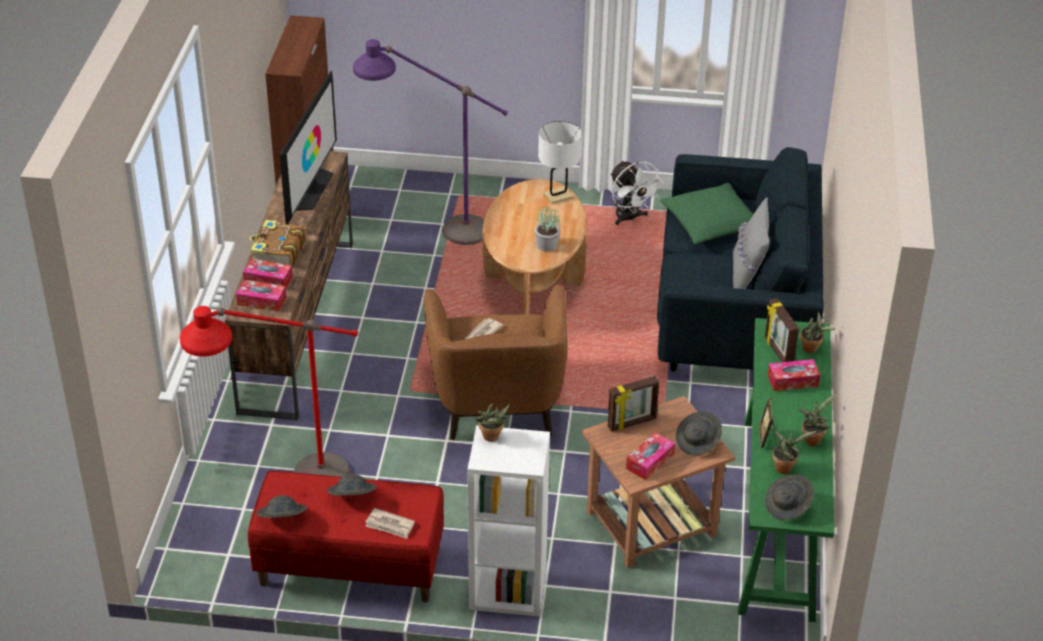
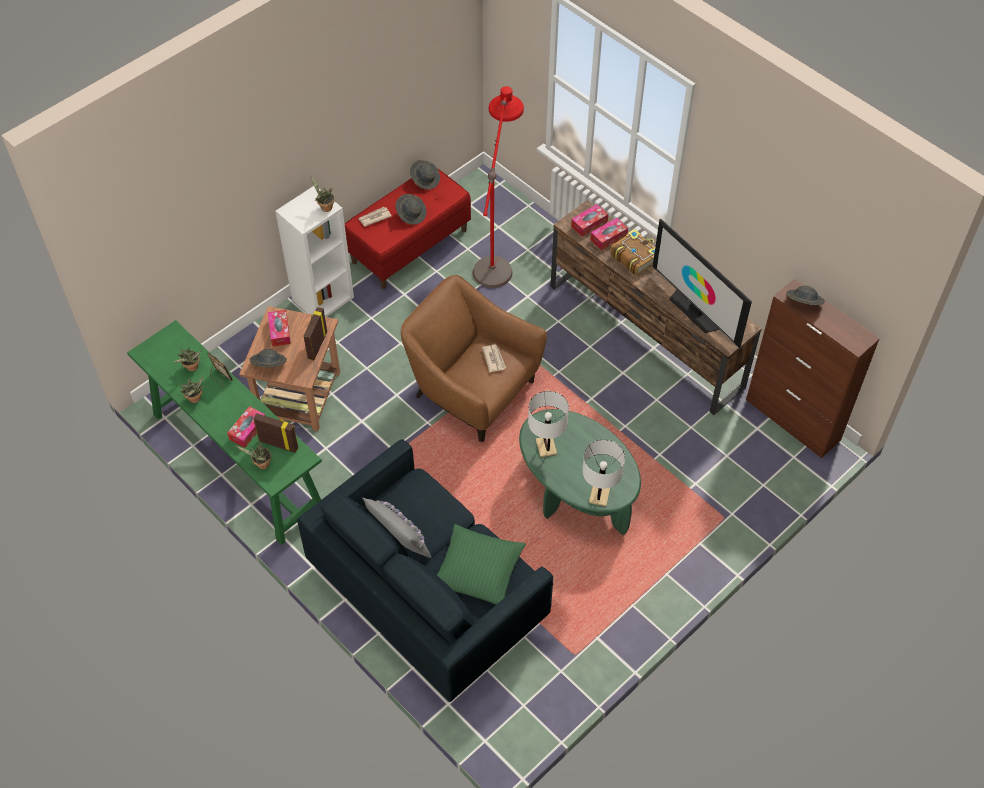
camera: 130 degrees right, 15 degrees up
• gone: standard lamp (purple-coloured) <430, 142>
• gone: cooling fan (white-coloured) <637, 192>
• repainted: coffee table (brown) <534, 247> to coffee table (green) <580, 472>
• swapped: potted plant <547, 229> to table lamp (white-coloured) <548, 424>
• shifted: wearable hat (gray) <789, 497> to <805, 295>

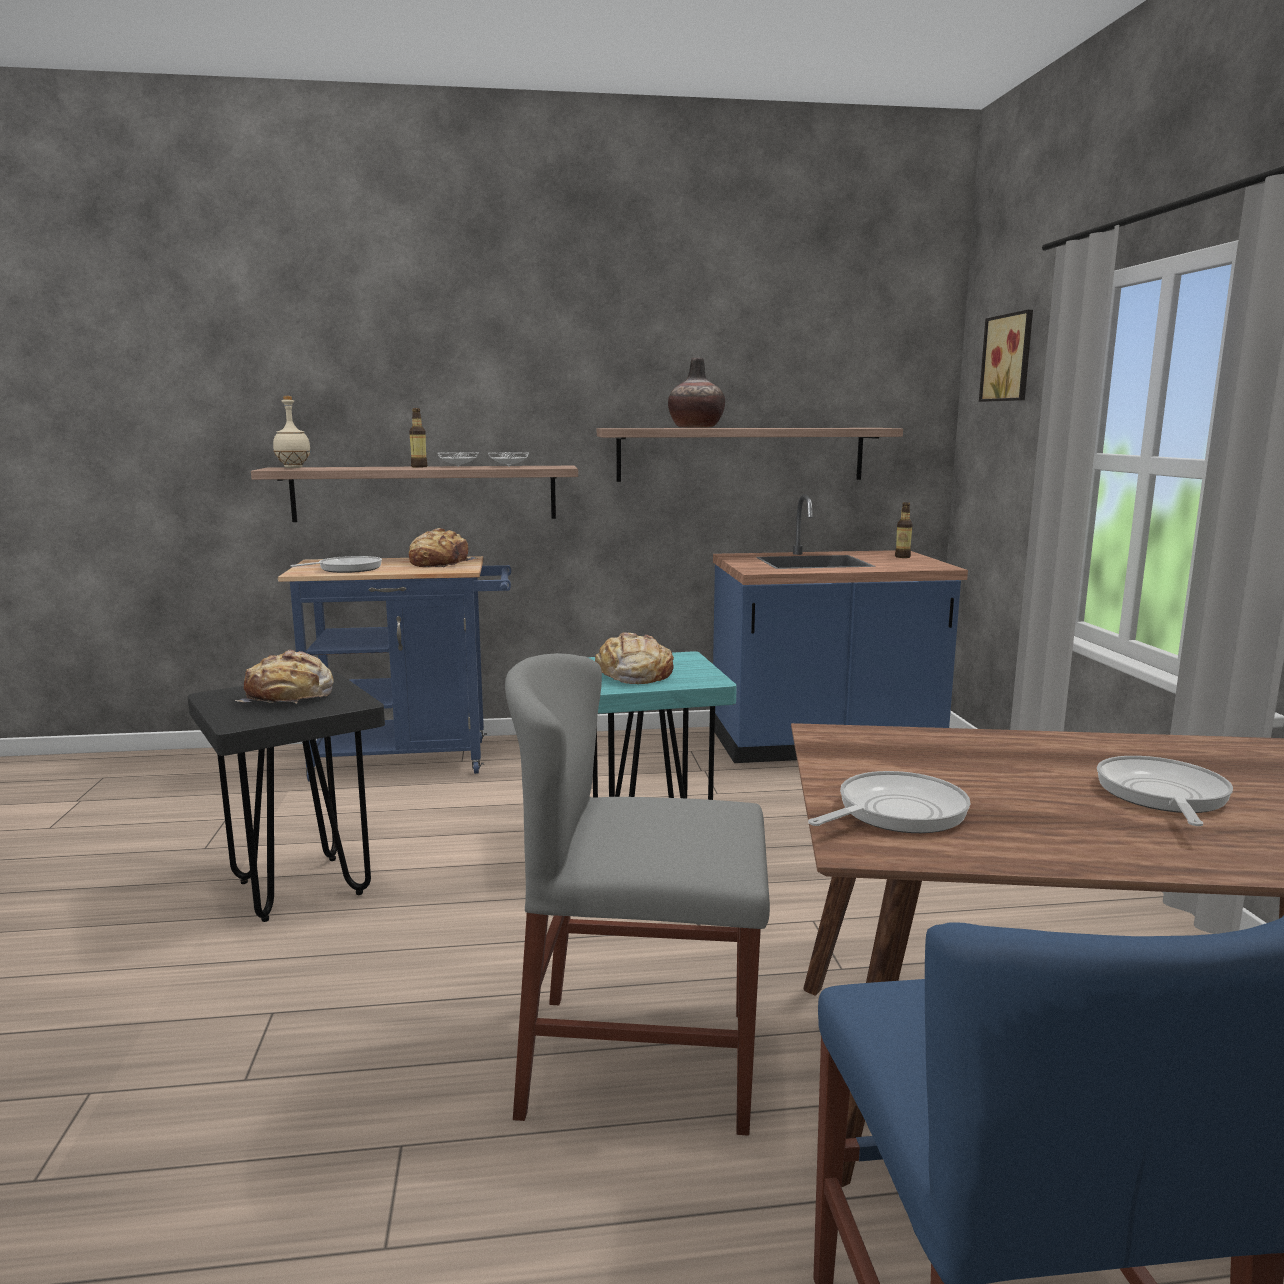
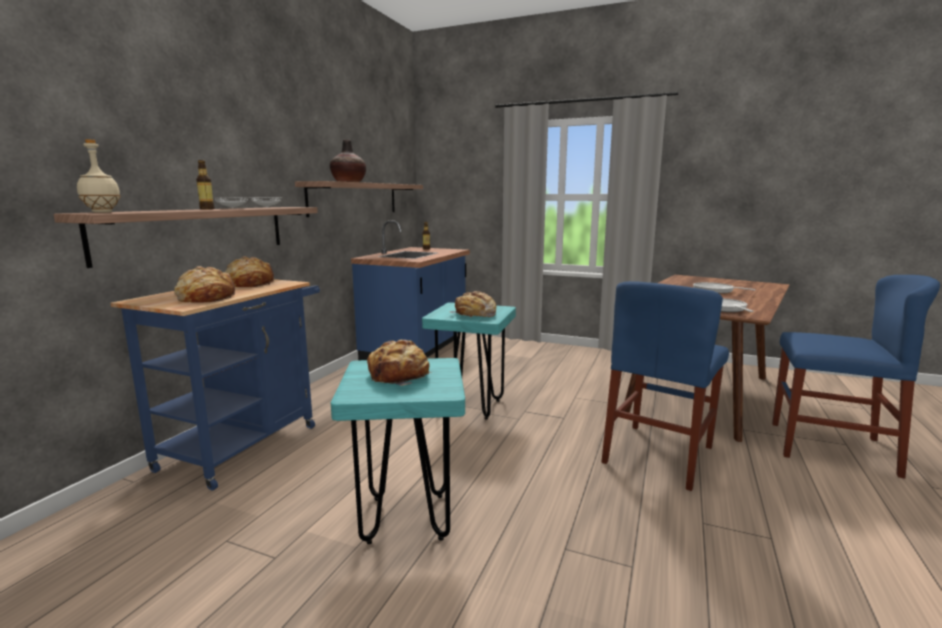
camera: 60 degrees left, 0 degrees up
• gone: picture <1006, 356>
• swapped: skillet <336, 564> to bread <205, 284>
• repainted: upright chair (gray) <637, 894> to upright chair (bluish) <665, 386>
• repainted: stool (black-coloured) <286, 797> to stool (blue-green) <398, 451>

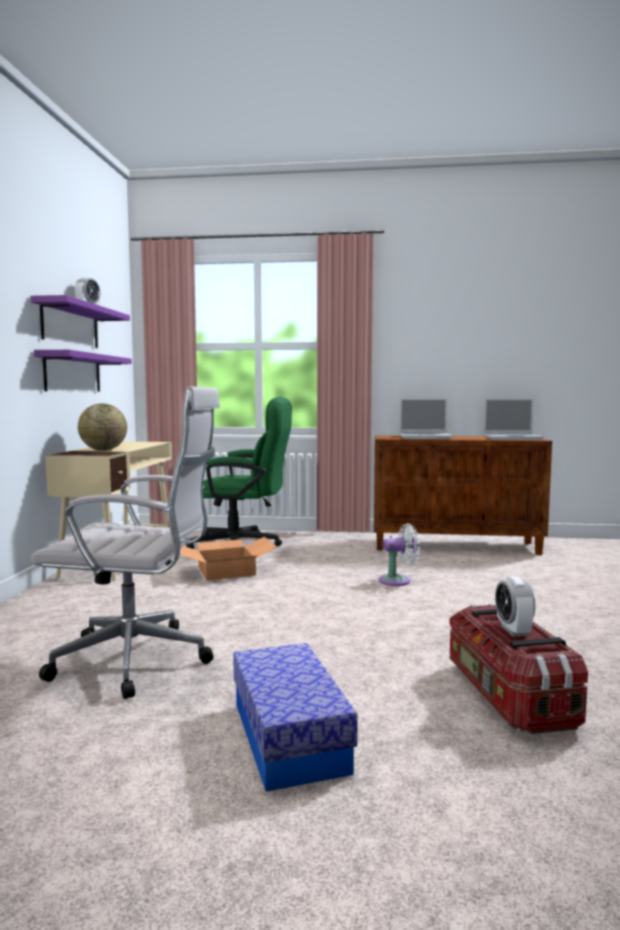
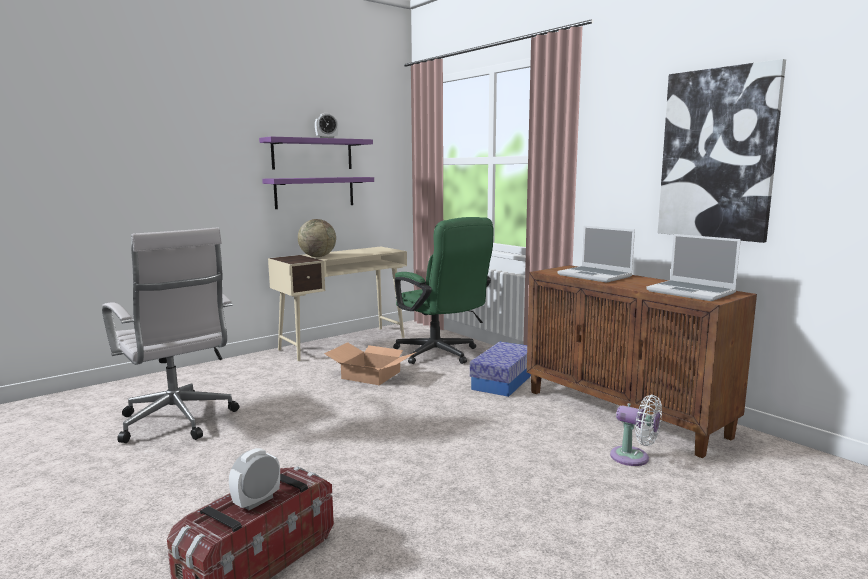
camera: 45 degrees right, 5 degrees up
• shifted: cooling fan (white-coloured) <399, 554> to <636, 430>
• shifted: storage bin <295, 717> to <500, 369>
• new: picture <722, 151>

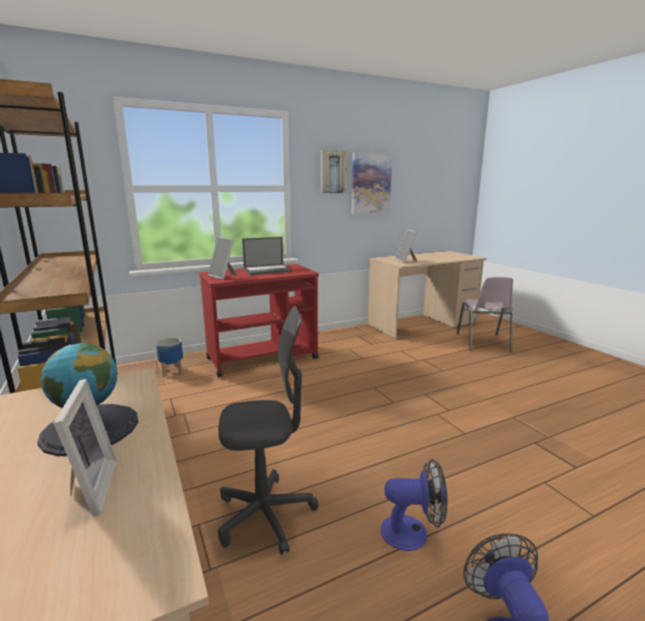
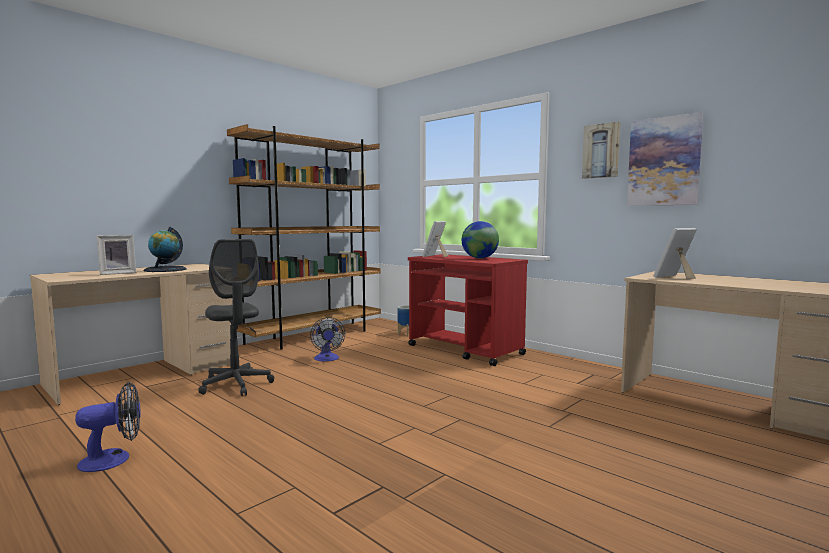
camera: 70 degrees right, 10 degrees down
• swapped: portable computer <267, 256> to globe <480, 240>
• gone: upright chair (pinkish) <485, 314>
• shifted: cooling fan <414, 505> to <327, 339>

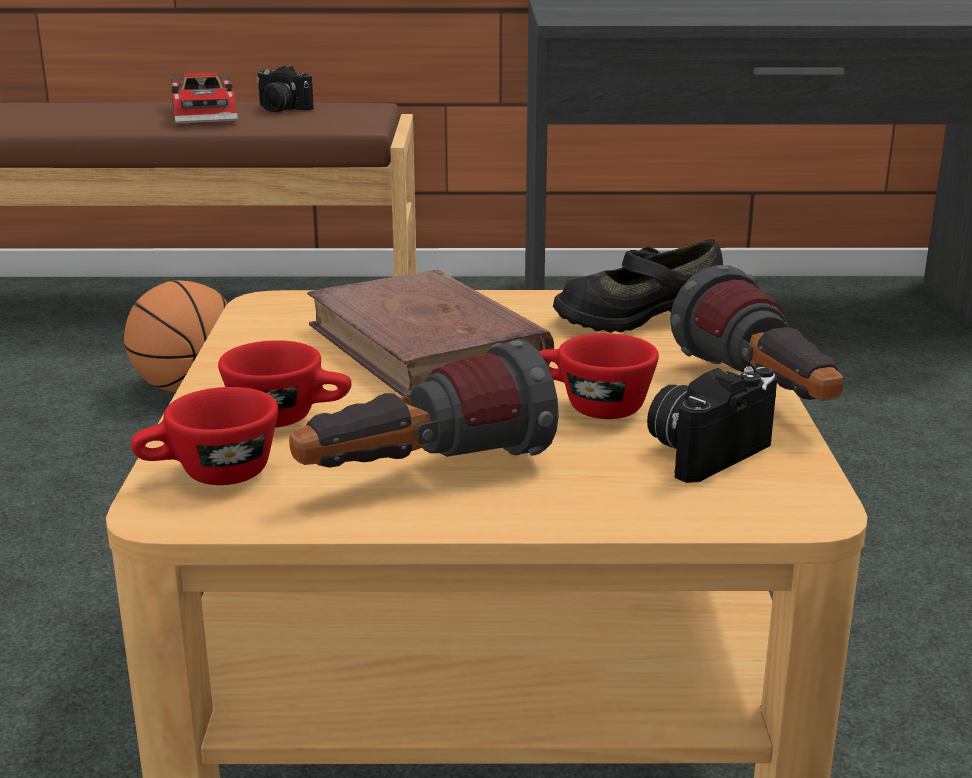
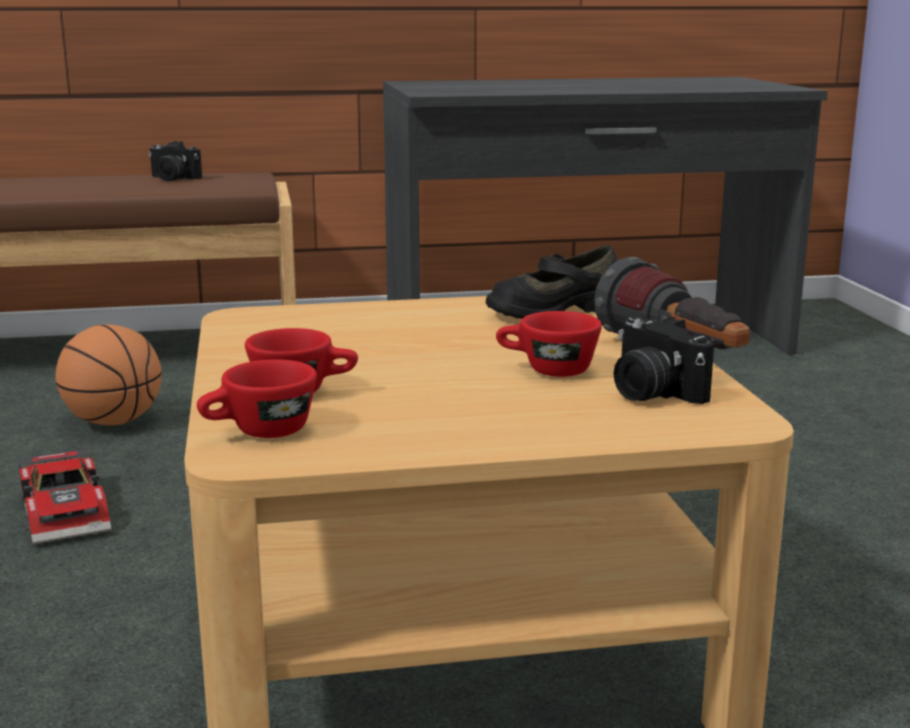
camera: 10 degrees left, 5 degrees down
• shifted: toy car <204, 98> to <64, 495>
• gone: book (brown) <430, 334>
• gone: flashlight <424, 403>
• rotated: still camera <712, 424> = <664, 360> 75 degrees counterclockwise

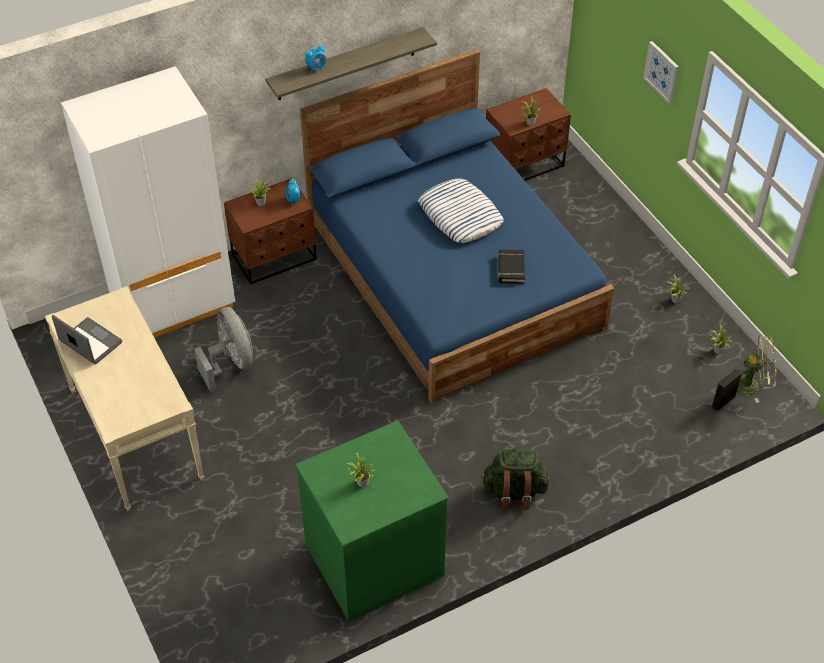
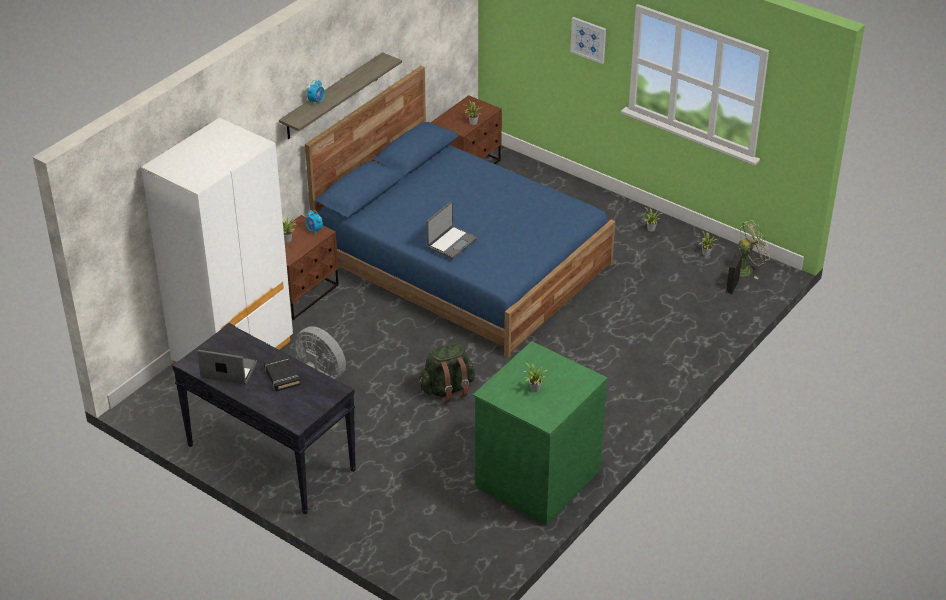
camera: 25 degrees left, 10 degrees down
• gone: cushion <461, 211>
• shifted: book (black-coloured) <511, 267> to <282, 373>
• repainted: console table (beige) <124, 398> to console table (black-coloured) <264, 419>
• shifted: knapsack (green) <515, 479> to <447, 373>
• new: portable computer <451, 230>

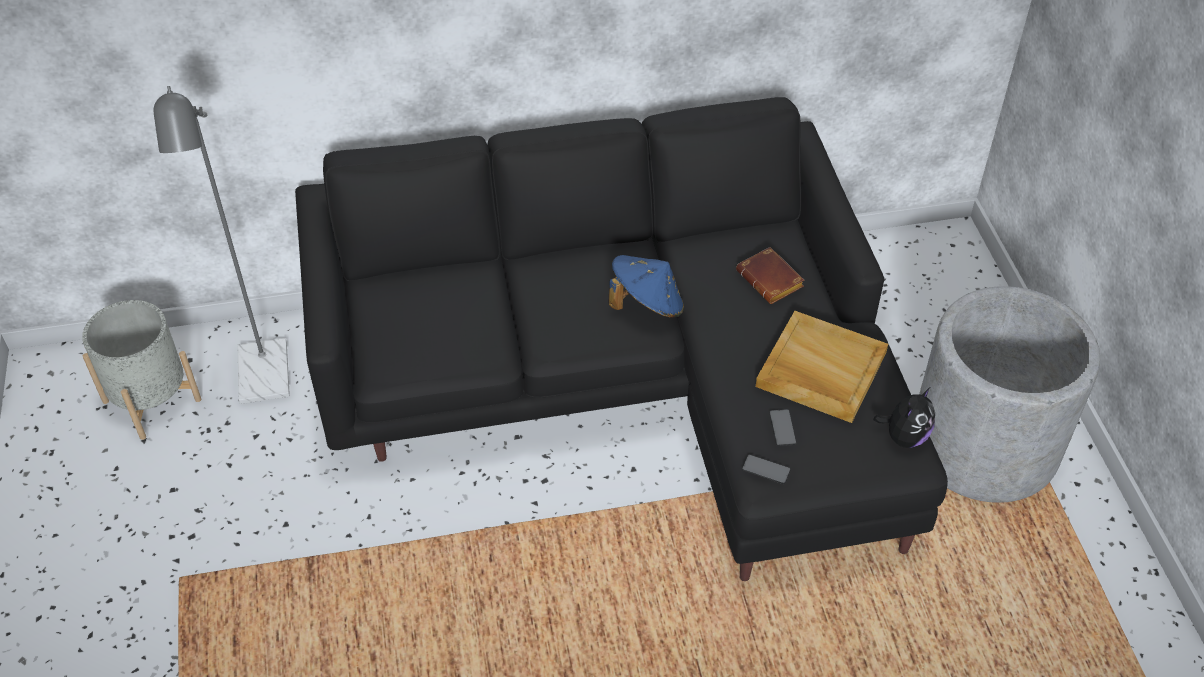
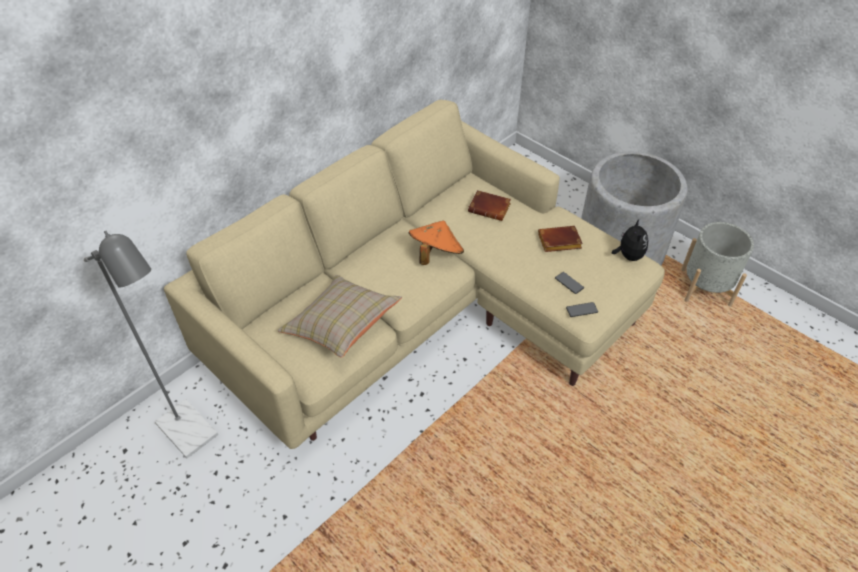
camera: 35 degrees left, 0 degrees up
• repainted: couch (black-coloured) <621, 339> to couch (beige) <414, 274>
• repainted: wearable hat (bluish) <646, 286> to wearable hat (orange-coloured) <436, 242>
• shifted: plant pot (gray) <141, 370> to <717, 264>
• swapped: carrying tray (beige) <822, 367> to book (brown) <560, 239>
• new: cushion (beige) <340, 316>

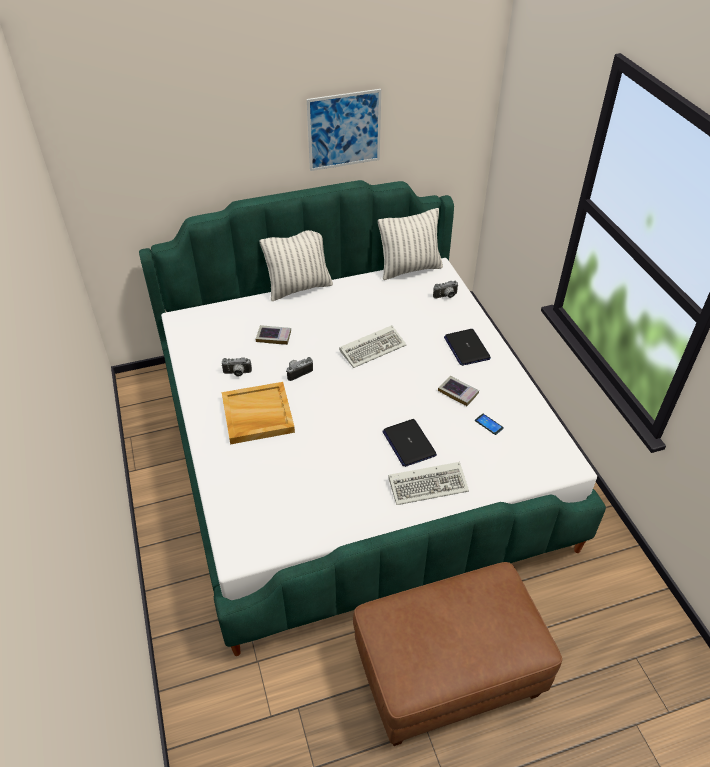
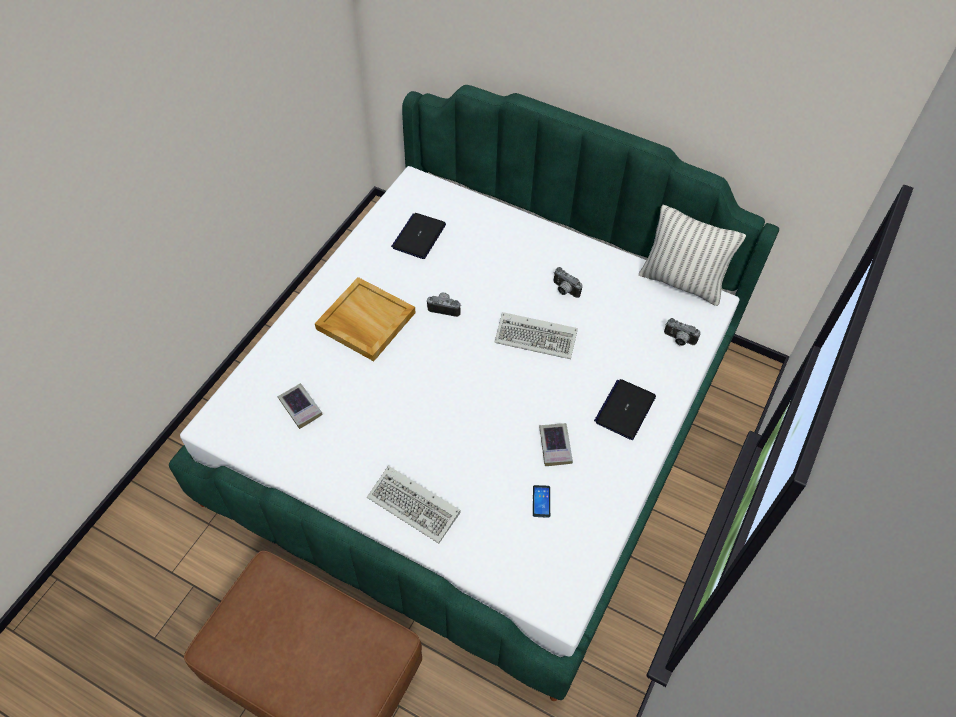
camera: 45 degrees right, 10 degrees up
• gone: picture <344, 130>
• gone: cushion <296, 265>
• shifted: book <273, 335> to <300, 406>
• shifted: still camera <236, 367> to <568, 282>
• shifted: portable computer <409, 443> to <418, 236>

